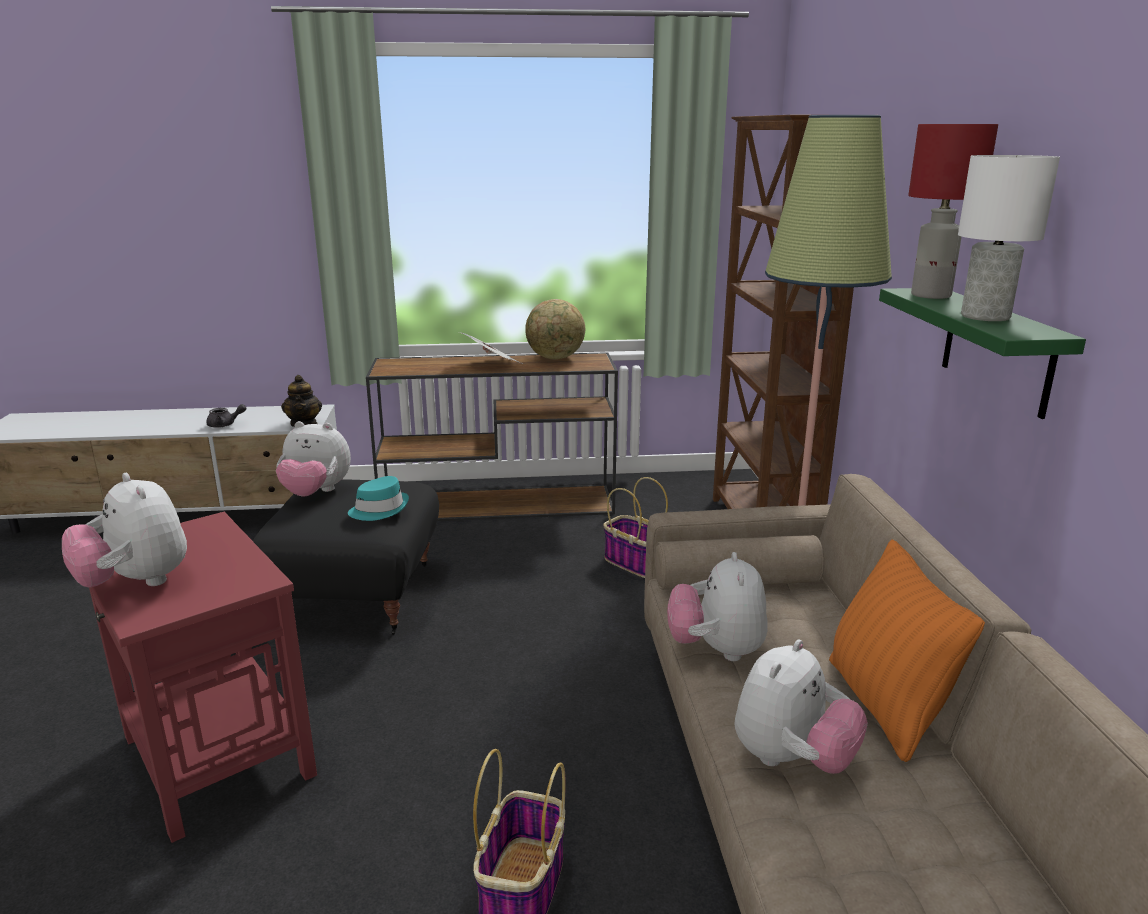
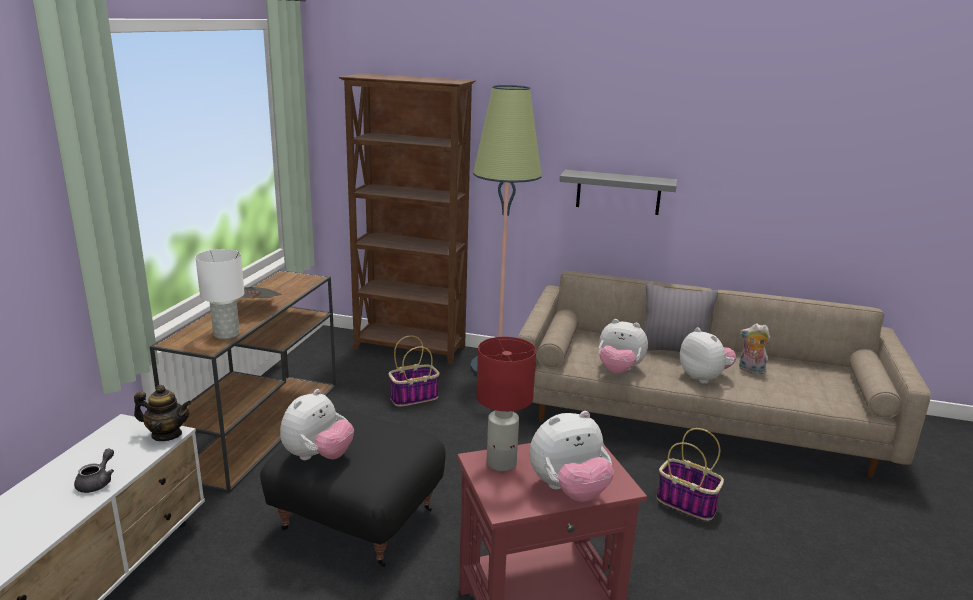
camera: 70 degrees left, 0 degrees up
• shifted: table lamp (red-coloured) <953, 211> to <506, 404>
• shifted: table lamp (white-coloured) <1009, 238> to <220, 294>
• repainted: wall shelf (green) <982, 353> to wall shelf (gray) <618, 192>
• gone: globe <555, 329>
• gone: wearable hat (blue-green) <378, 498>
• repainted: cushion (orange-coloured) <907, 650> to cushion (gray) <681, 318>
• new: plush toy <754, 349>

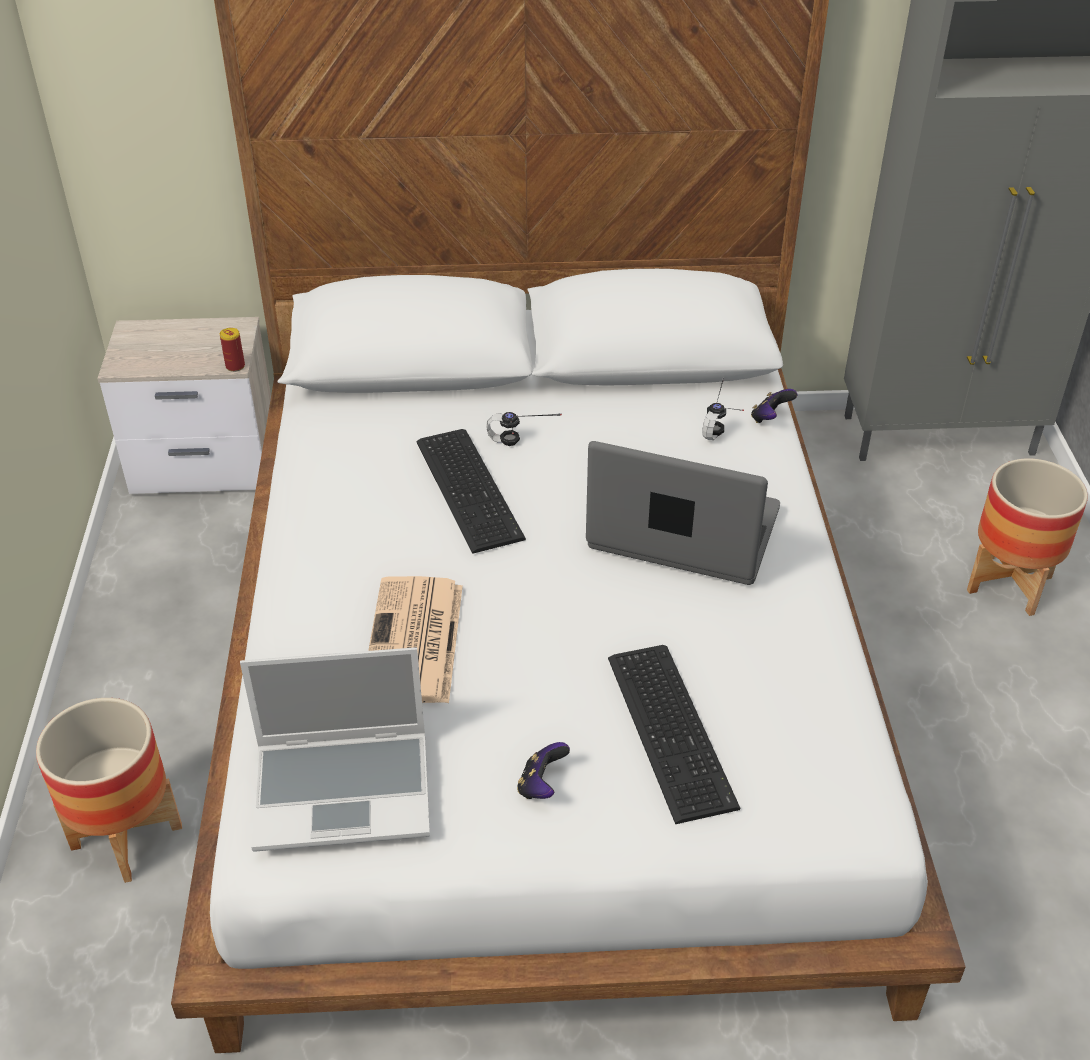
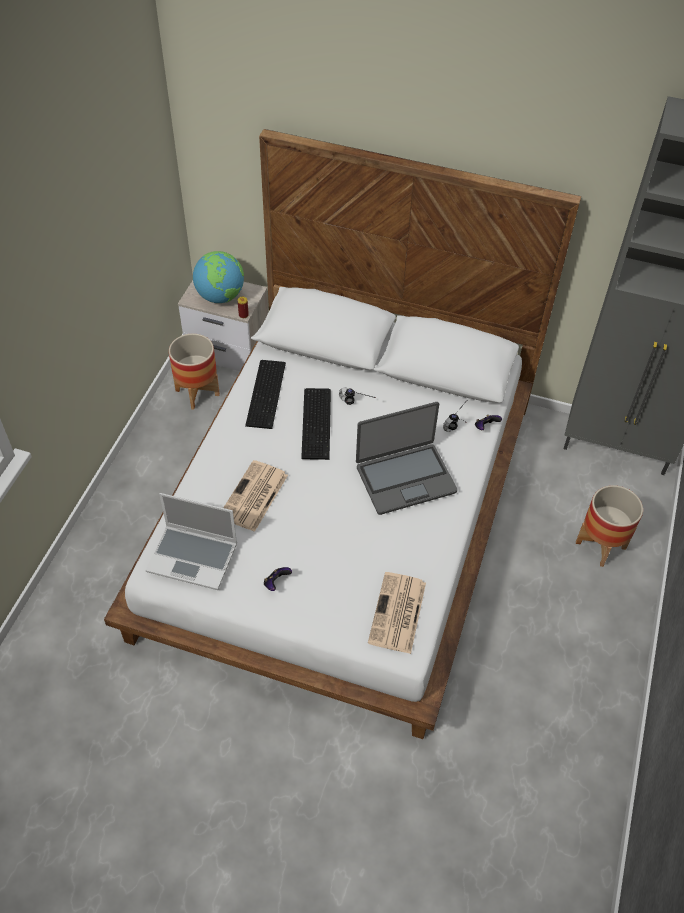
camera: 20 degrees right, 10 degrees up
• rotated: portable computer <683, 513> = <407, 458> 120 degrees clockwise
• shifted: PC keyboard <674, 734> to <265, 394>
• shifted: plant pot <109, 790> to <194, 372>
• new: globe <218, 277>
• new: newspaper <397, 613>

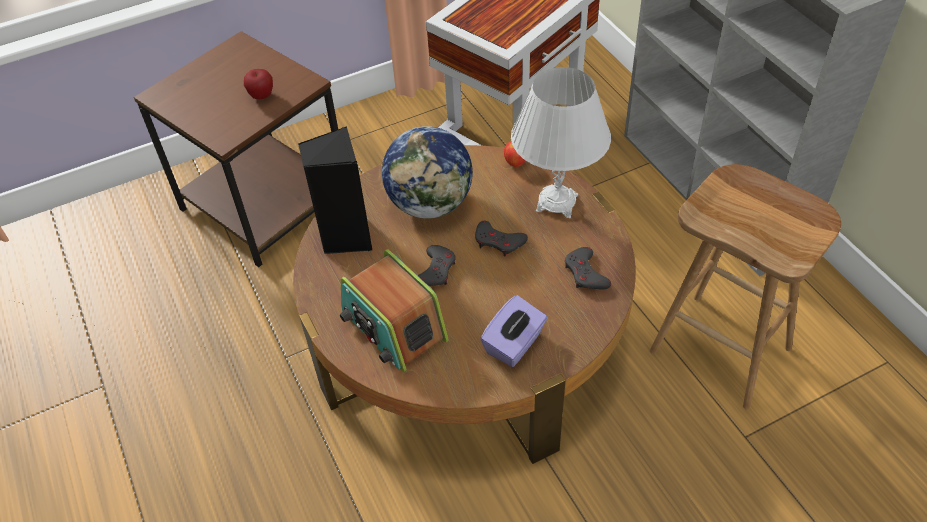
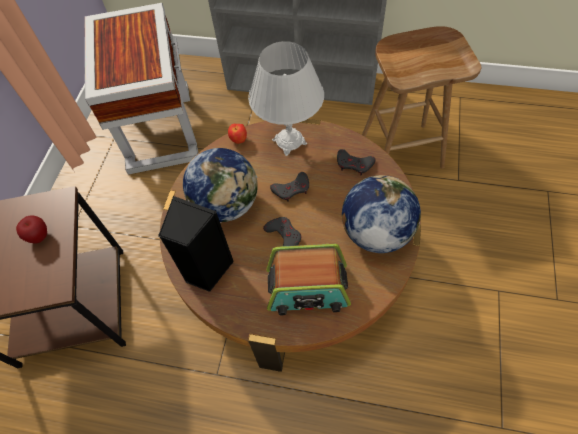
camera: 50 degrees left, 10 degrees up
• swapped: tissue holder (purple-coloured) <513, 331> to globe <381, 214>

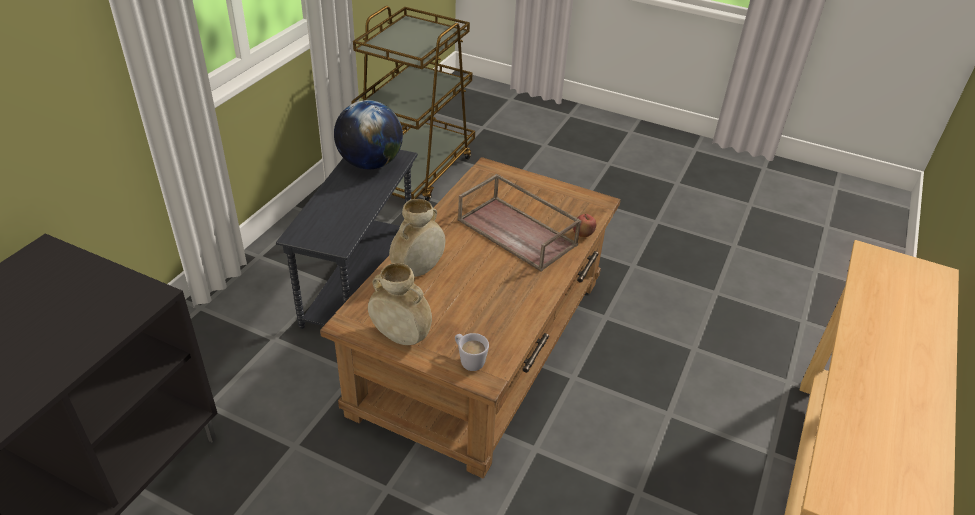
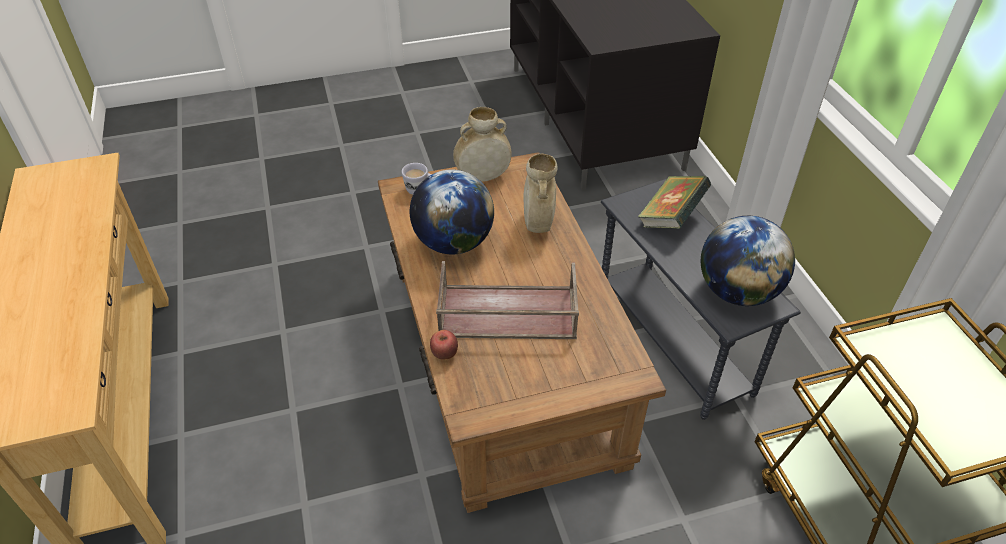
camera: 140 degrees right, 5 degrees up
• new: globe <452, 212>
• new: book <674, 202>

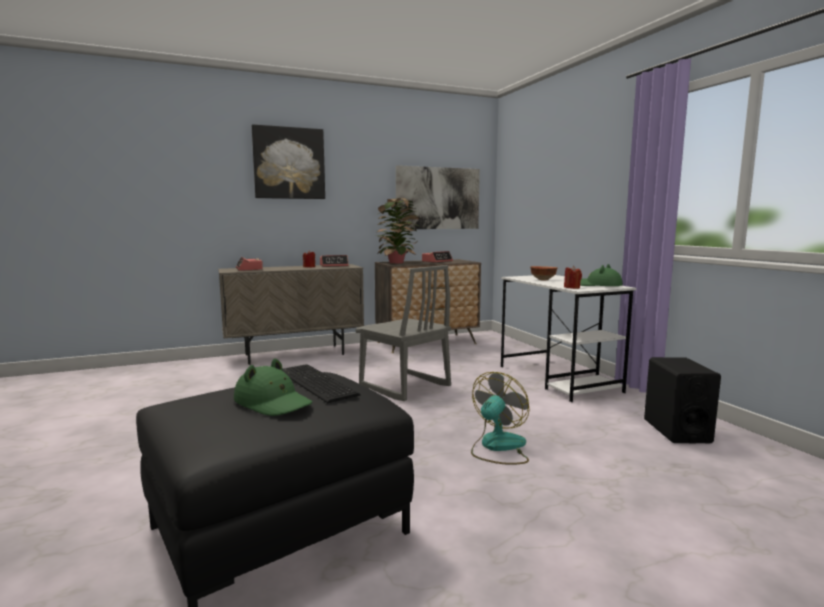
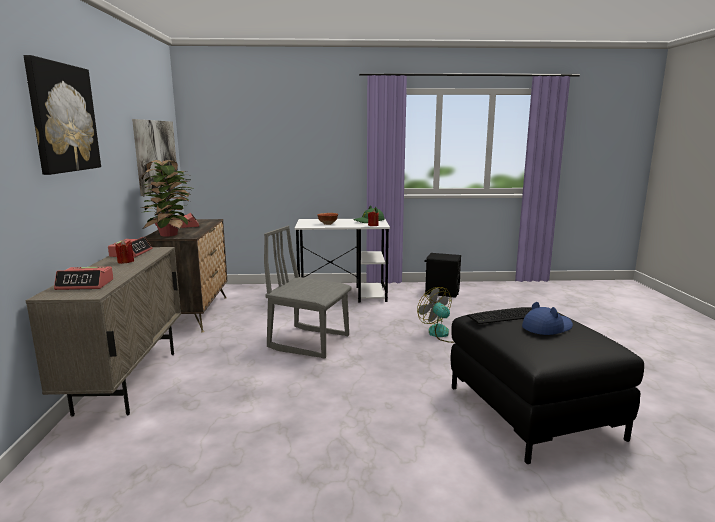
camera: 70 degrees left, 5 degrees up
• rotated: upright chair (gray) <403, 333> = <308, 292> 135 degrees counterclockwise
• repainted: wearable hat (green) <273, 387> to wearable hat (bluish) <547, 318>

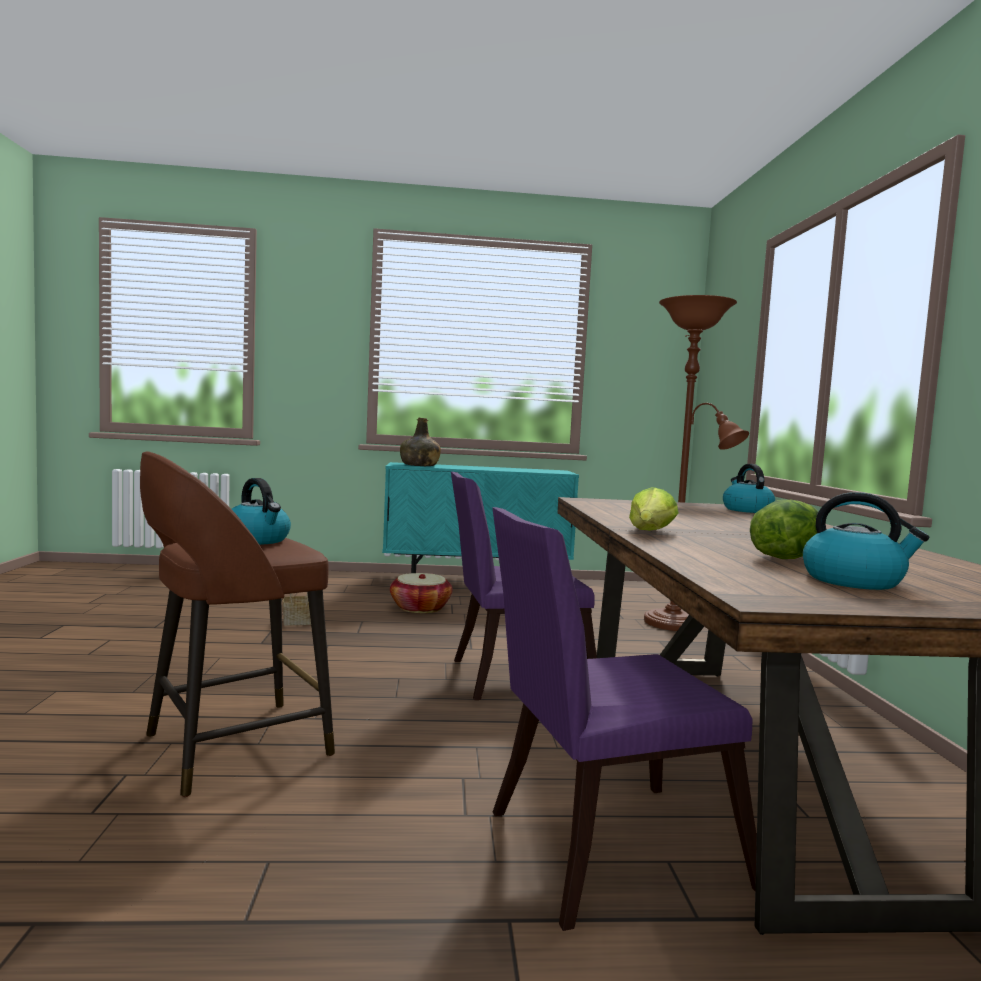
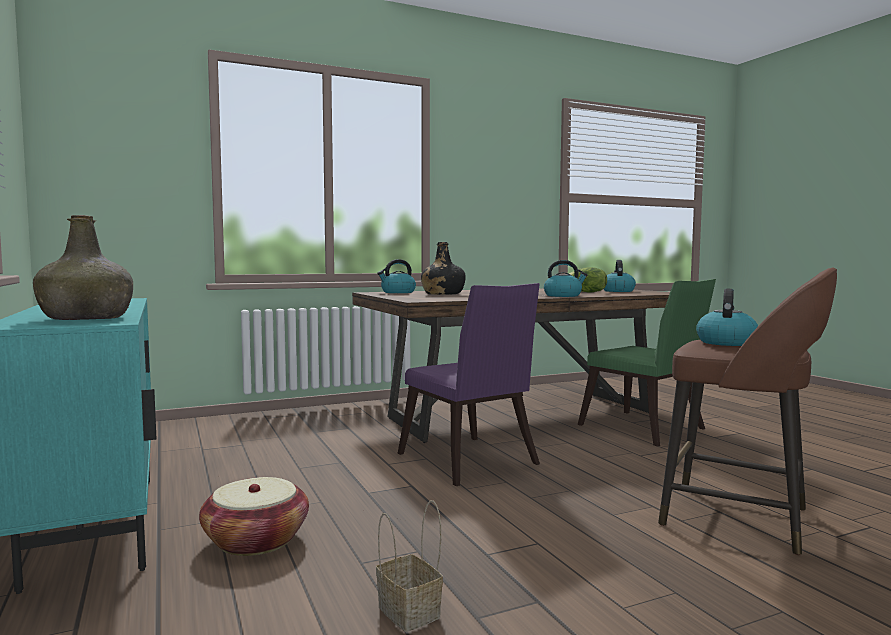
camera: 110 degrees left, 0 degrees up
• gone: standard lamp (brown) <696, 463>
• swapped: head of lettuce <654, 509> to water kettle <566, 278>
• repainted: upright chair (purple-coloured) <624, 719> to upright chair (green) <647, 362>
• new: drink bottle (black-coloured) <443, 268>

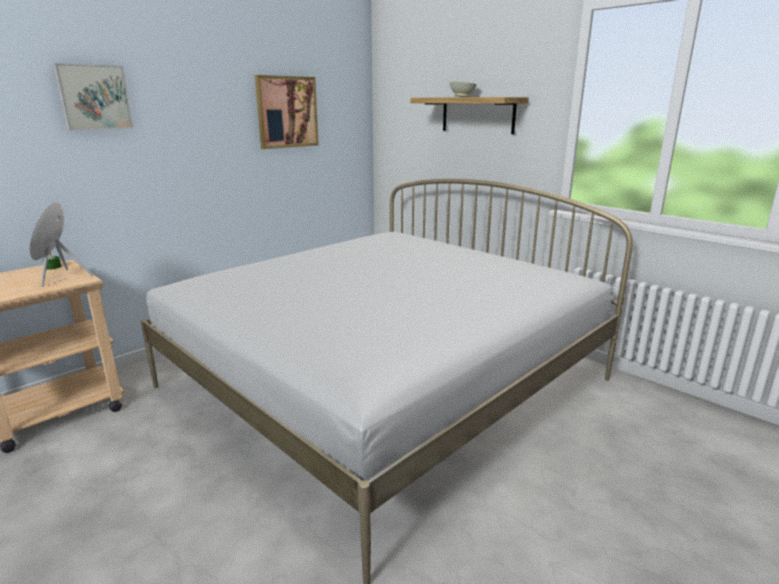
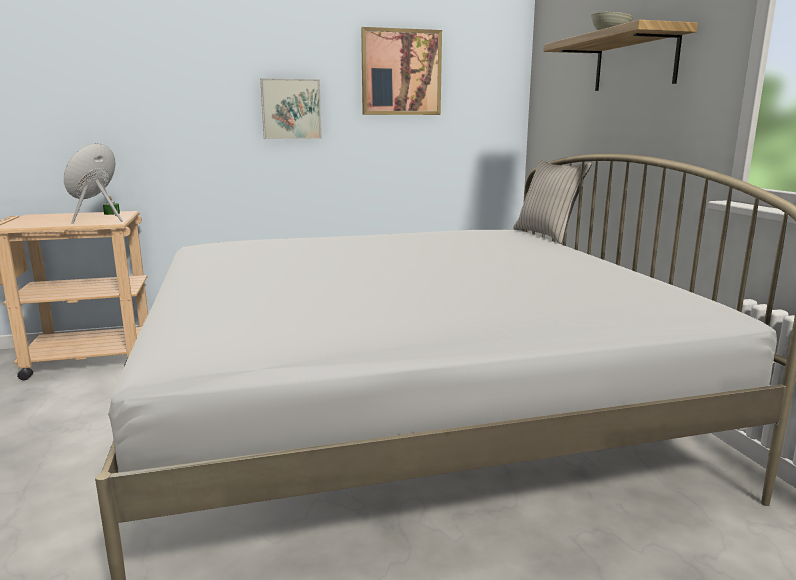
camera: 30 degrees right, 5 degrees down
• shifted: picture <93, 97> to <291, 108>
• new: cushion (beige) <552, 201>

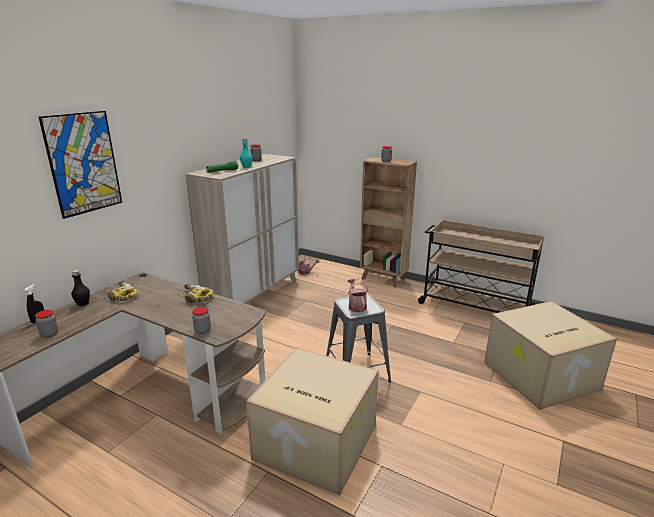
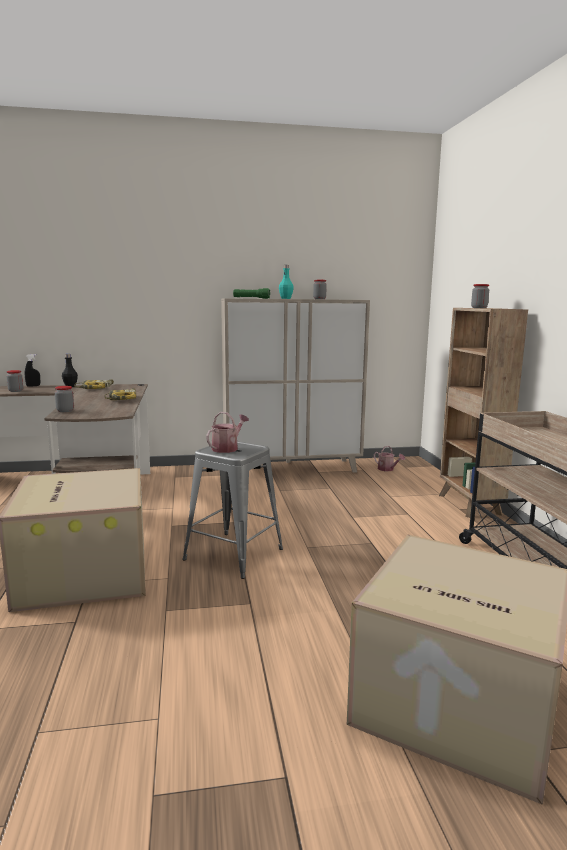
camera: 50 degrees right, 10 degrees down
• gone: picture <80, 165>

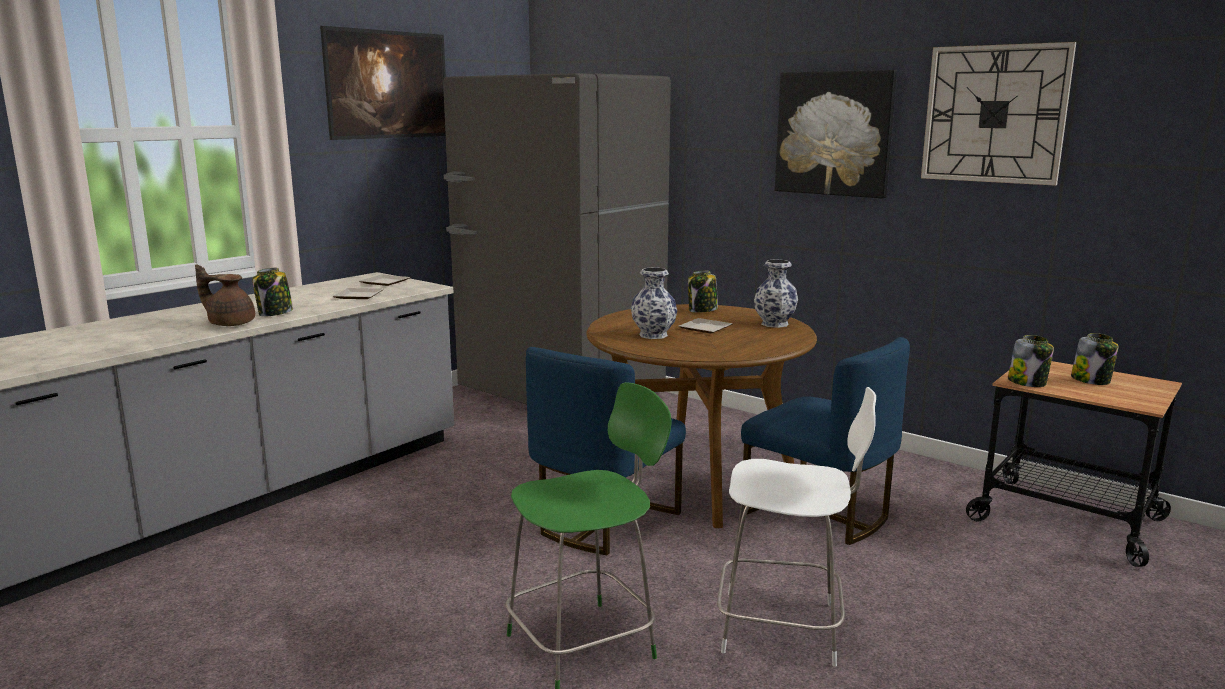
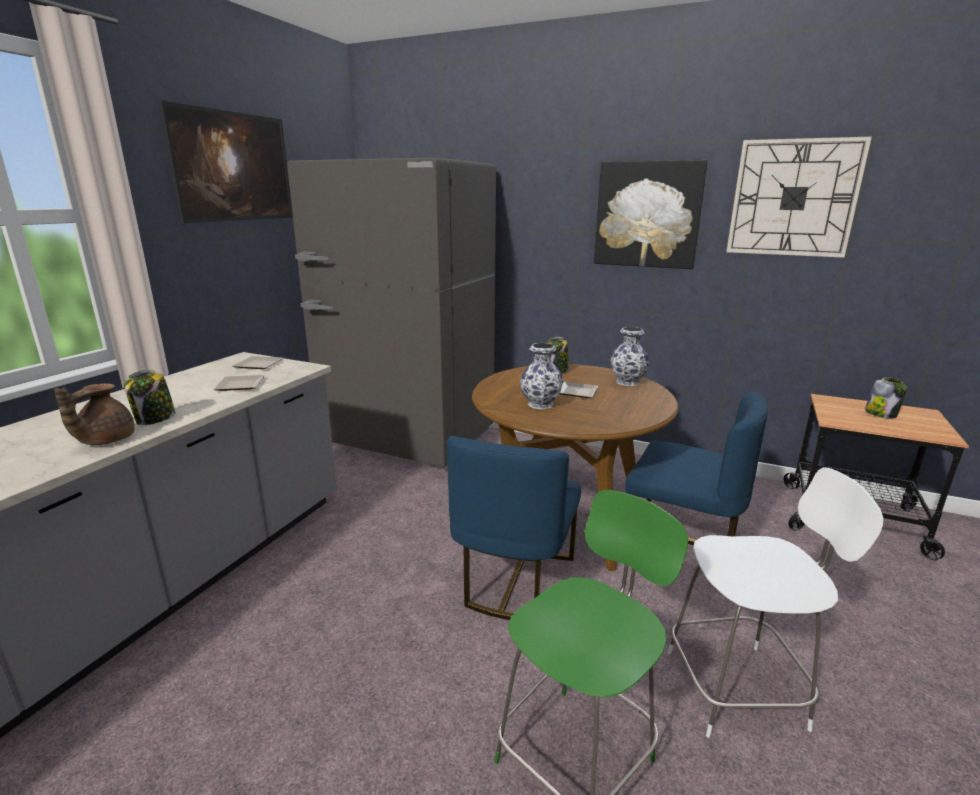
camera: 15 degrees left, 5 degrees up
• rotated: tea pot (brown) <225, 295> = <94, 414> 75 degrees counterclockwise
• gone: storage jar <1031, 361>

